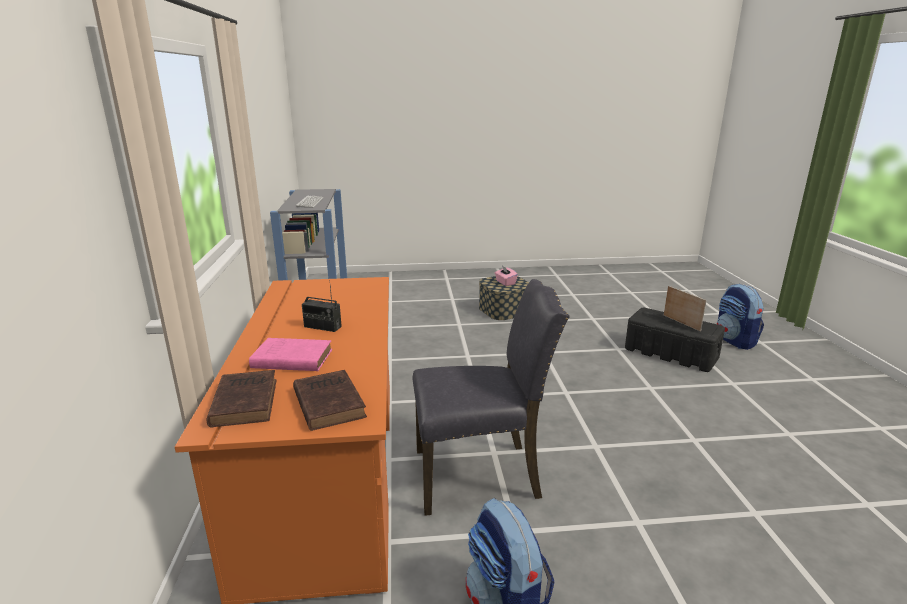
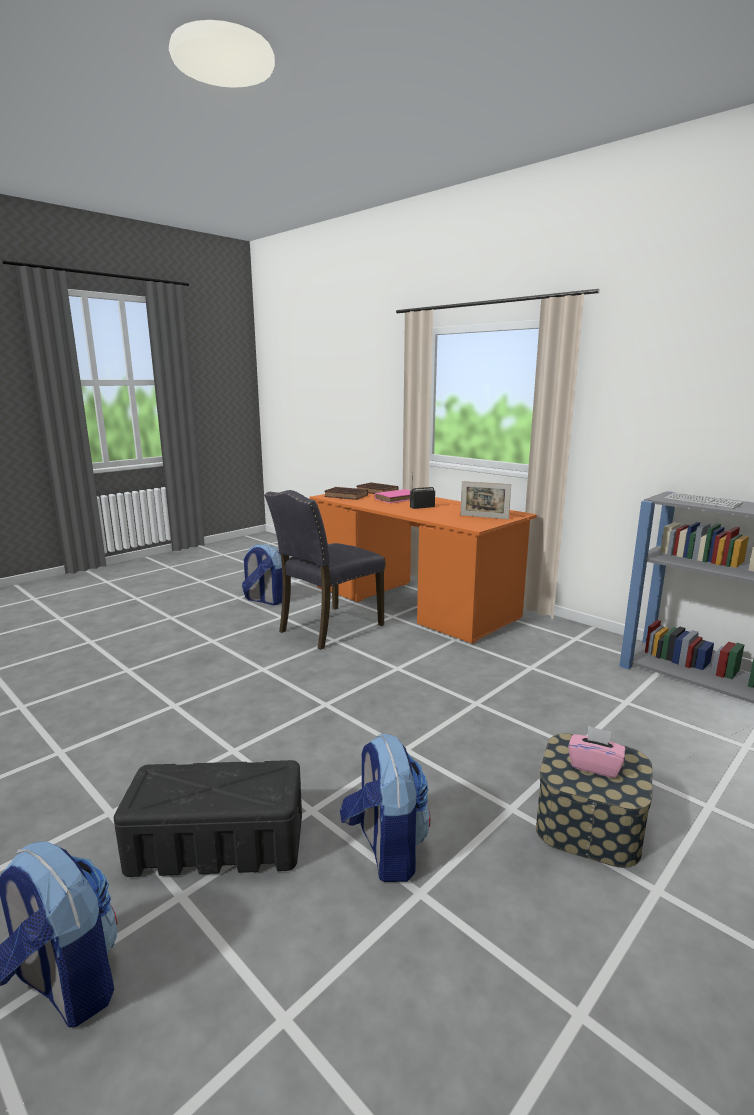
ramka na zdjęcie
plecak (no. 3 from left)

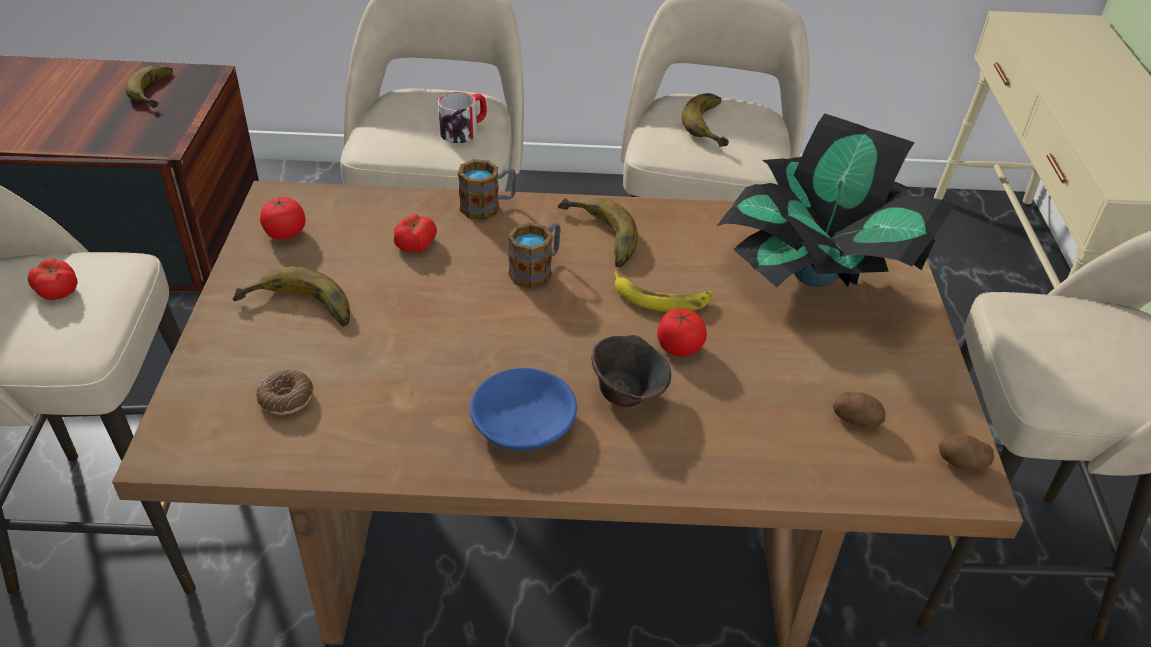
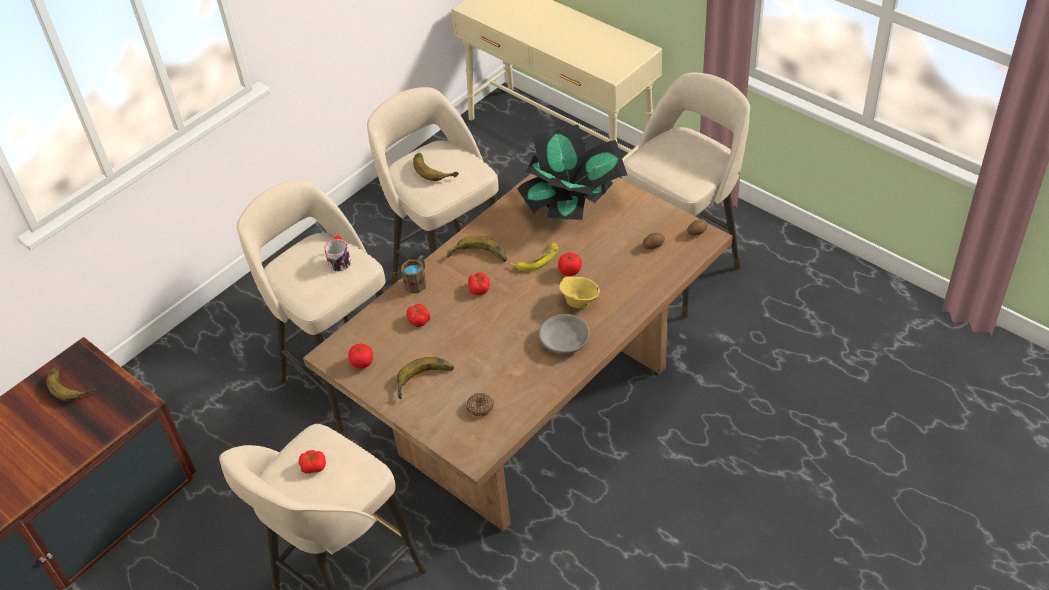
miska [szary]
pomidor (no. 4 from left)
miska [żółty]

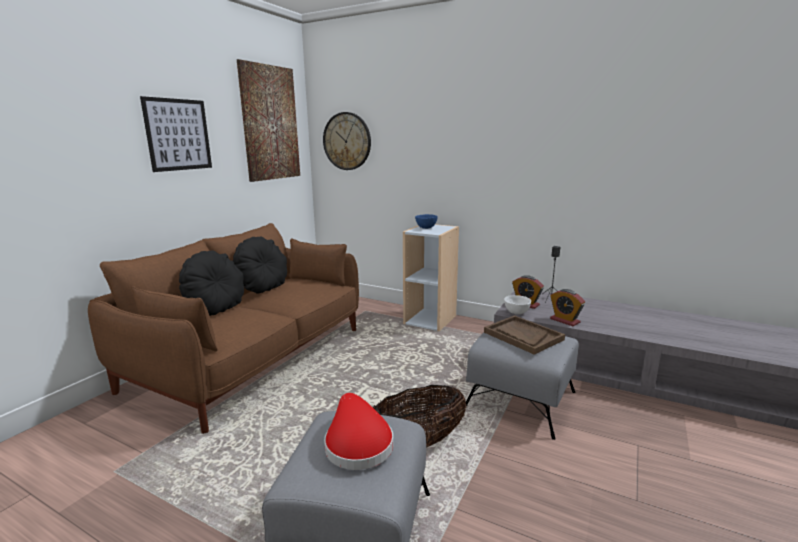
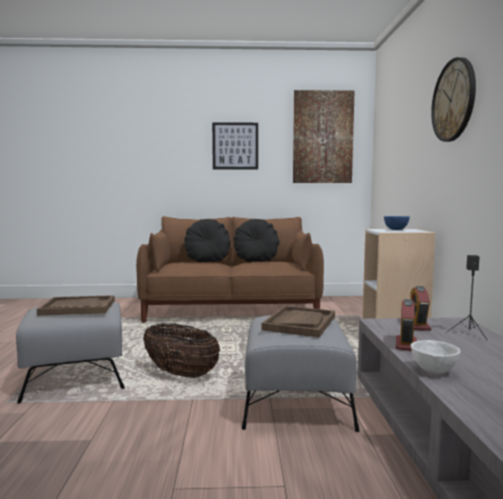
zegar ścienny
taca [brązowy] (no. 1 from left)
miska [biały]

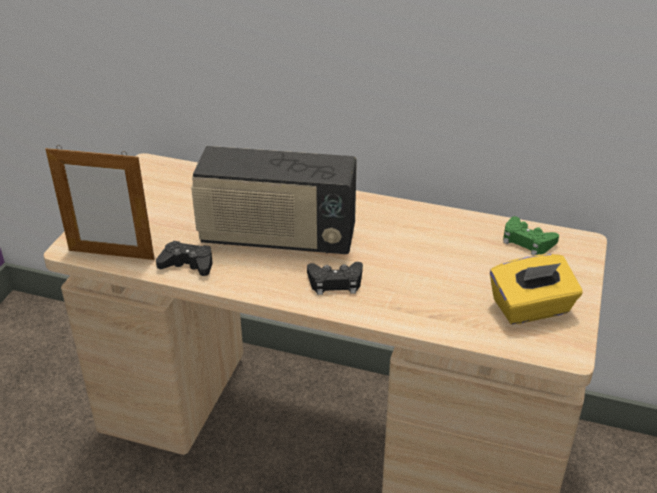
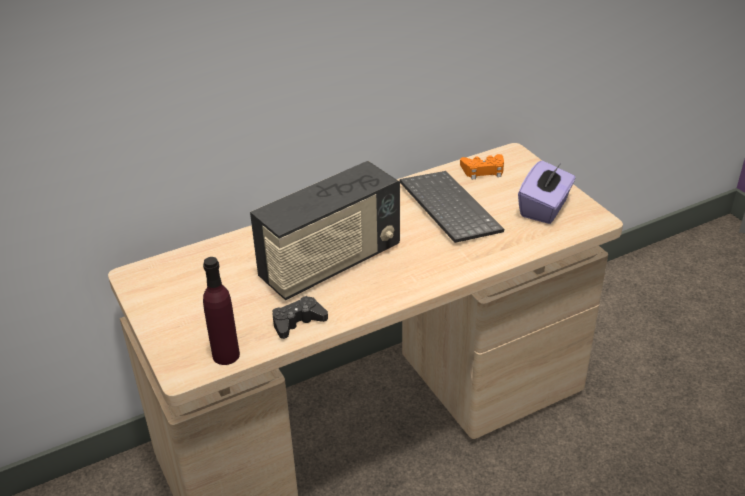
butelka [fioletowy]
pad do gier [czarny] (no. 2 from left in the first image)
pudełko chusteczek [fioletowy]
pad do gier [pomarańczowy]
klawiatura

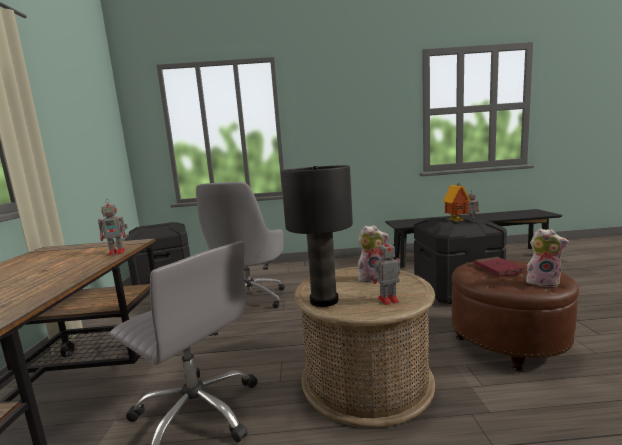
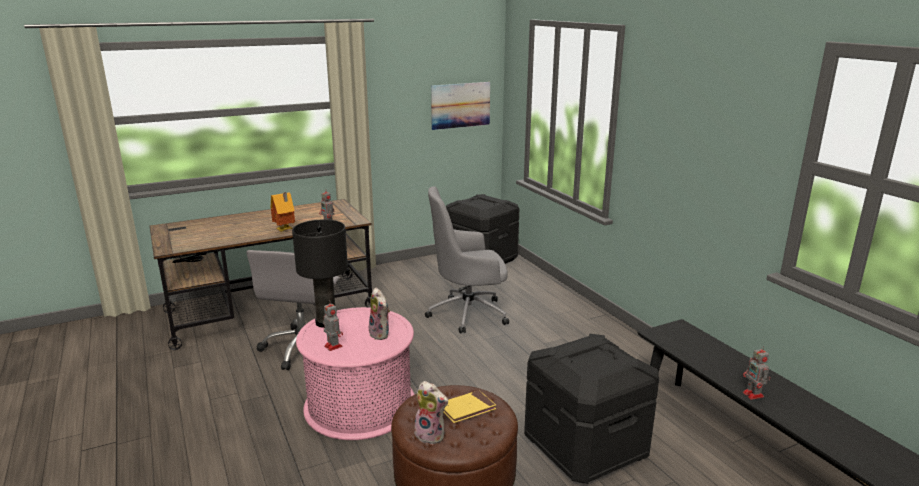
ława [różowy]
domek
książka [żółty]
pluszak (no. 2 from left)
obraz

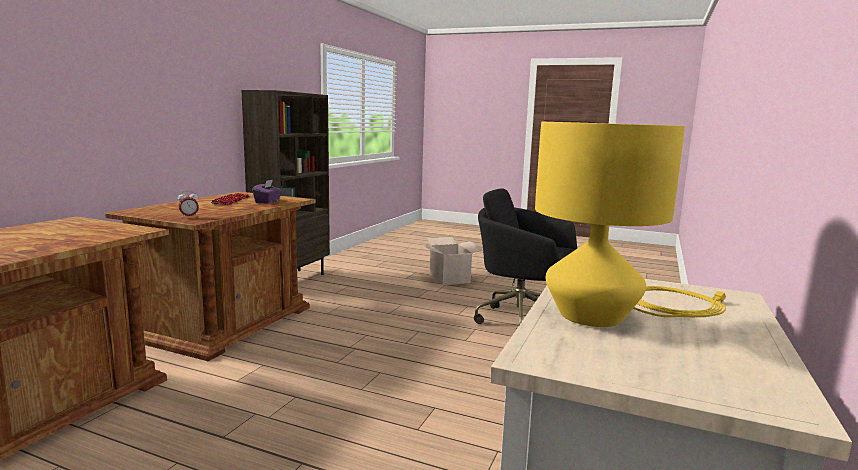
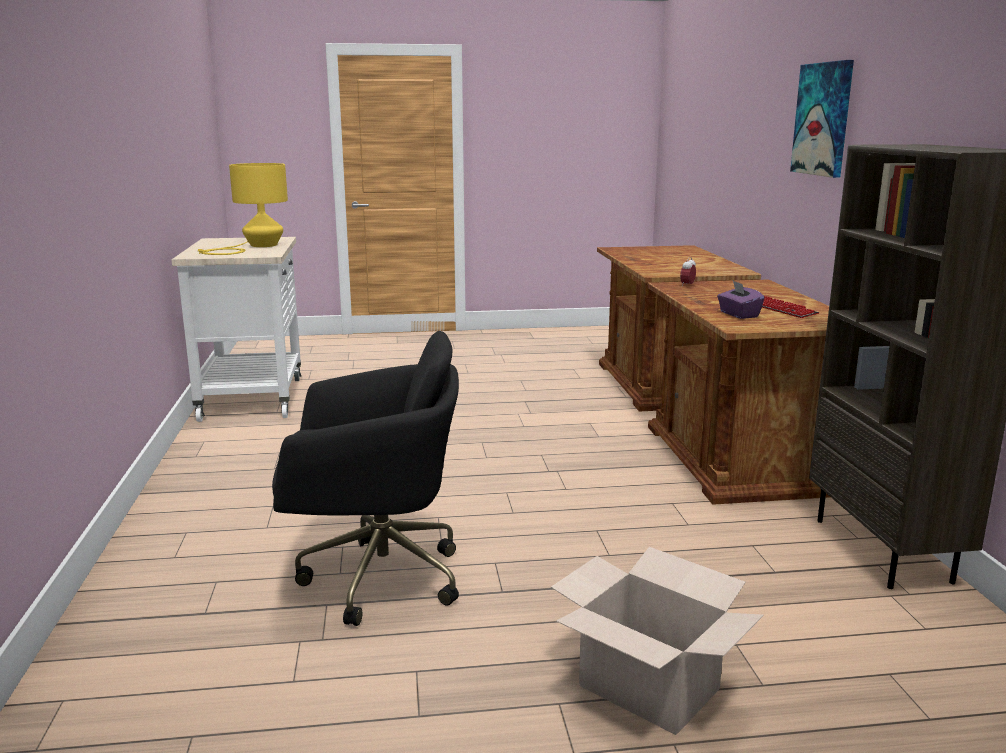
obraz

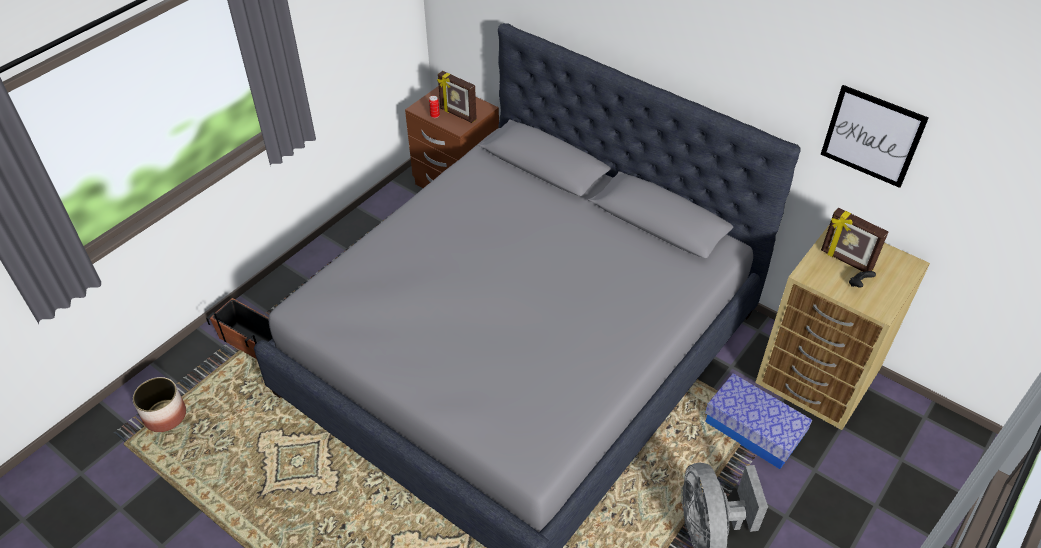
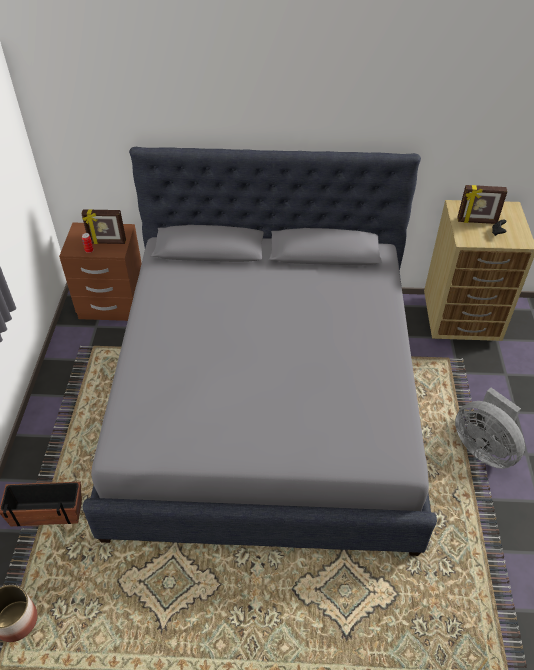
pojemnik do przechowywania
obraz

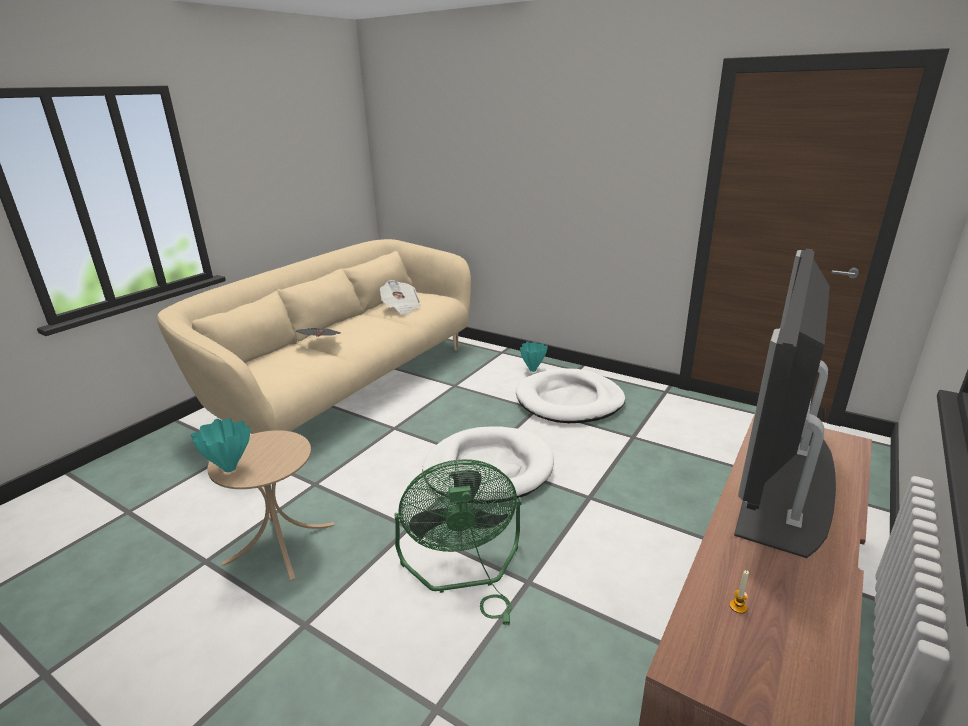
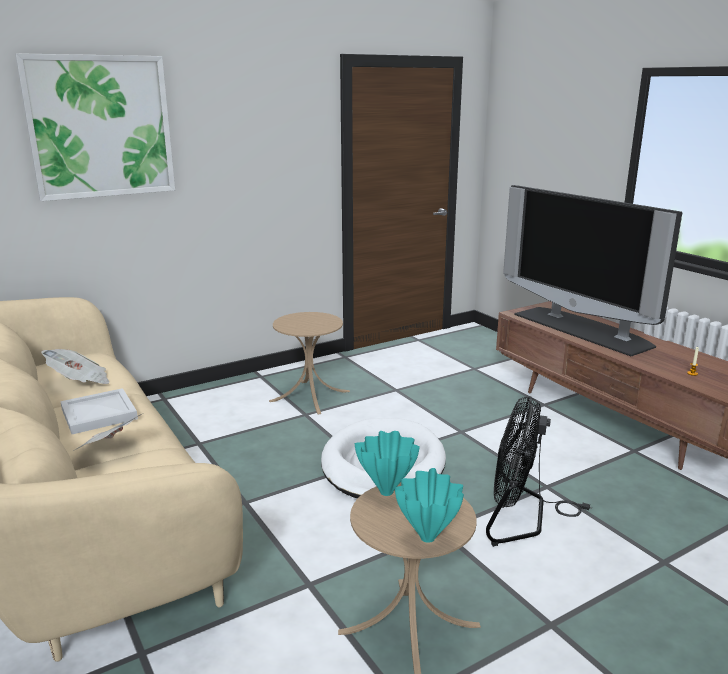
wentylator [czarny]
stolik [beżowy] (no. 1 from left)
wazon [turkusowy] (no. 1 from left)
obraz
taca [biały]

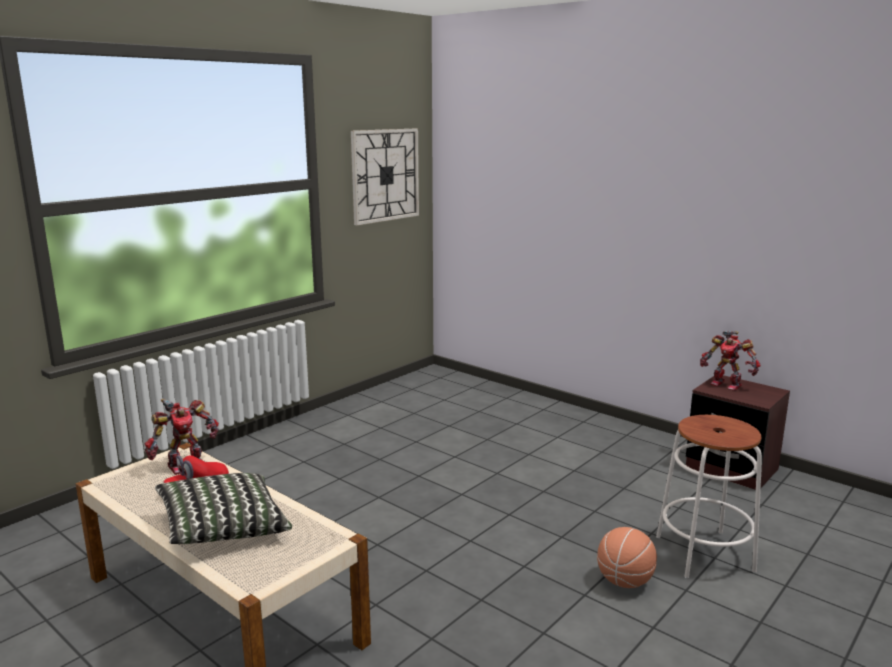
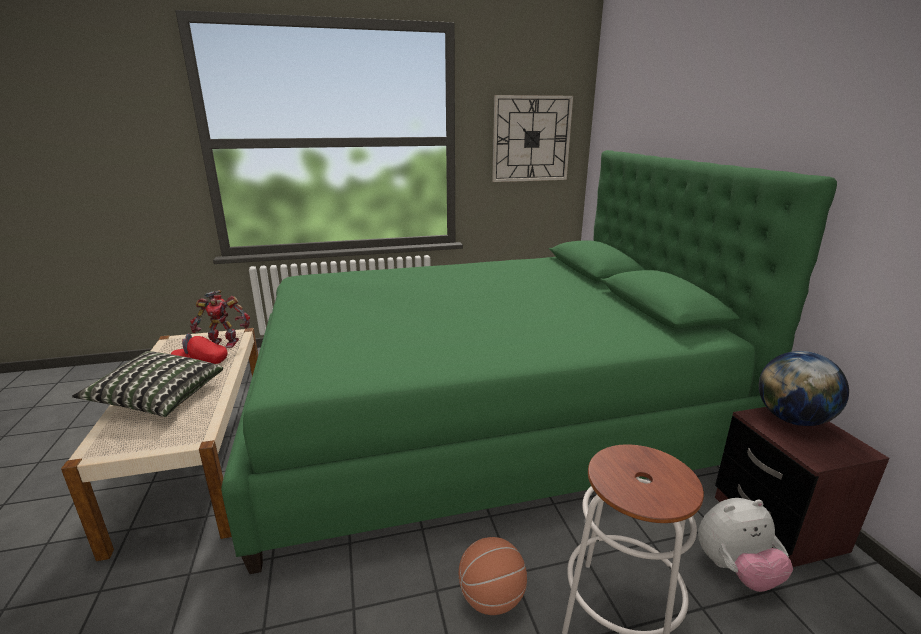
globus
łóżko [zielony]
pluszak

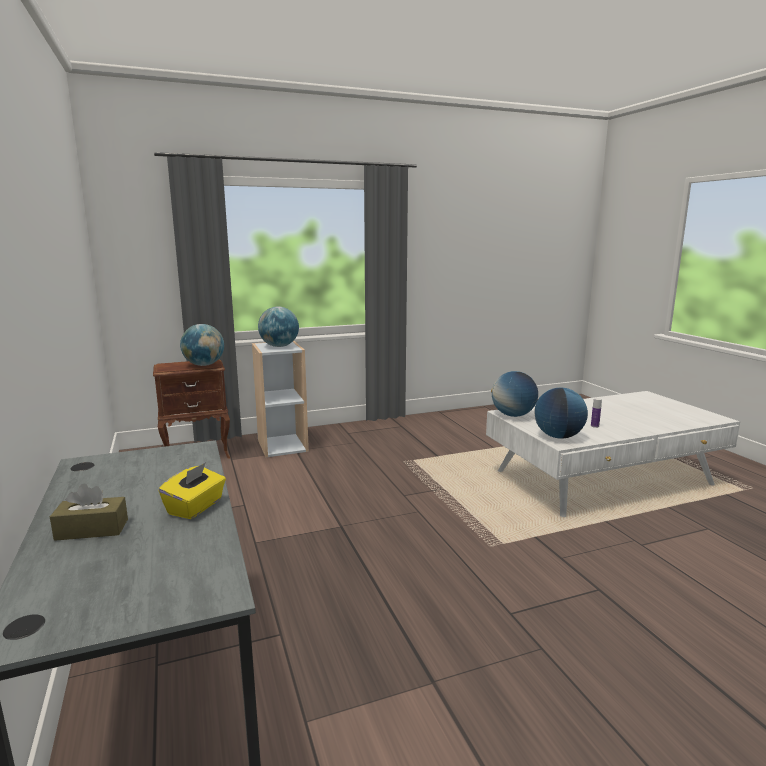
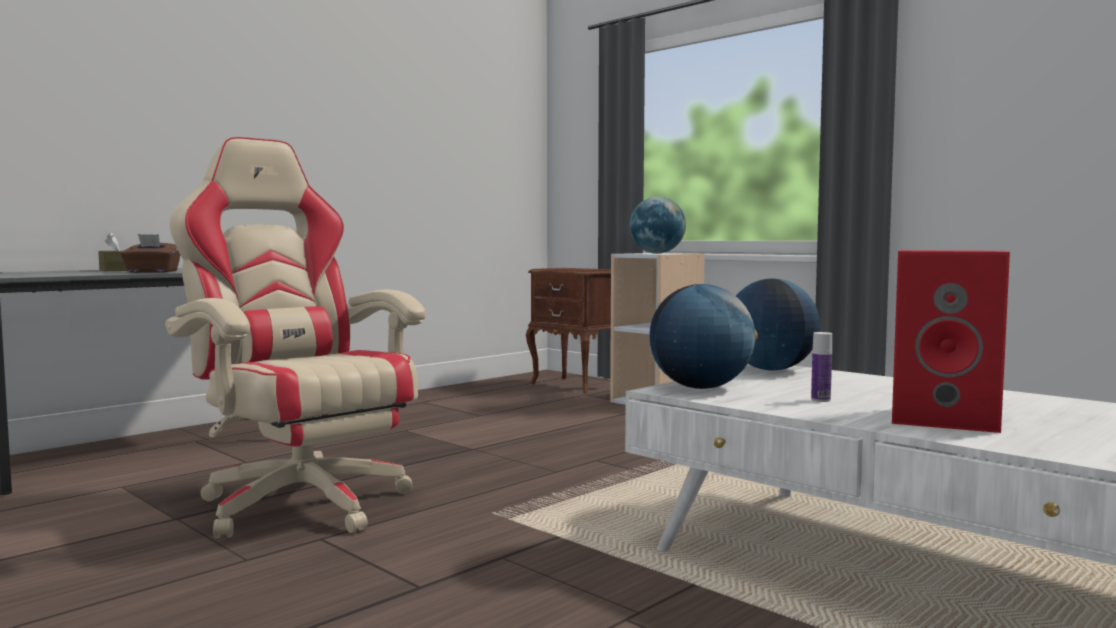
pudełko chusteczek [brązowy] (no. 2 from left)
globus (no. 1 from left in the first image)
krzesło biurowe [beżowy]
głośnik [czerwony]

